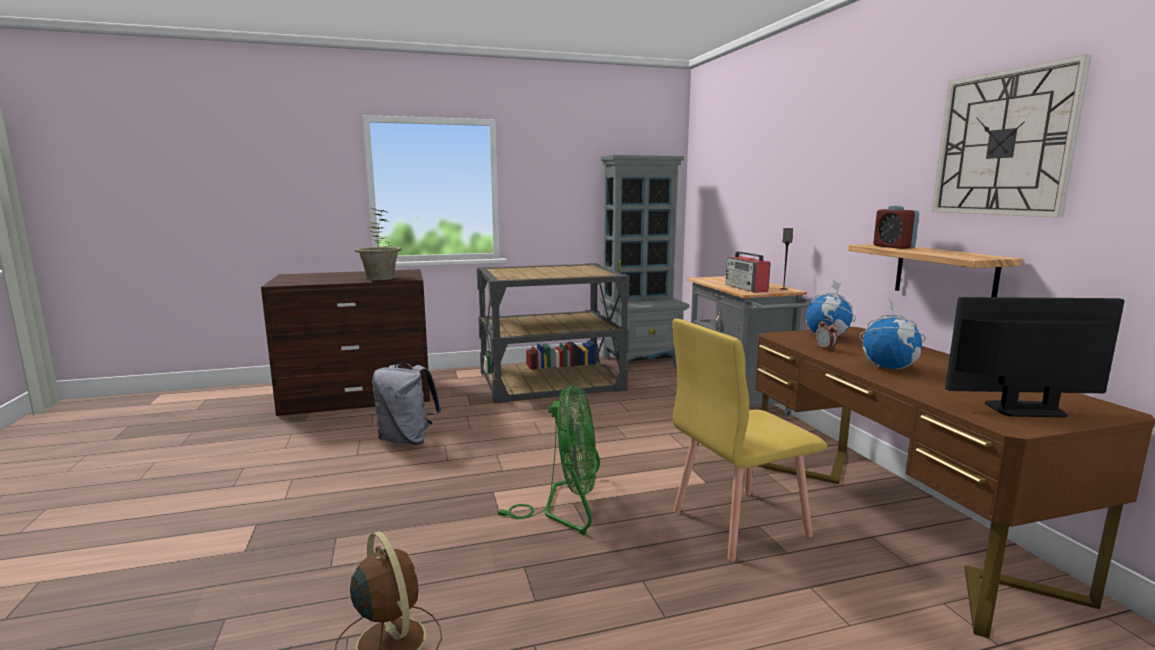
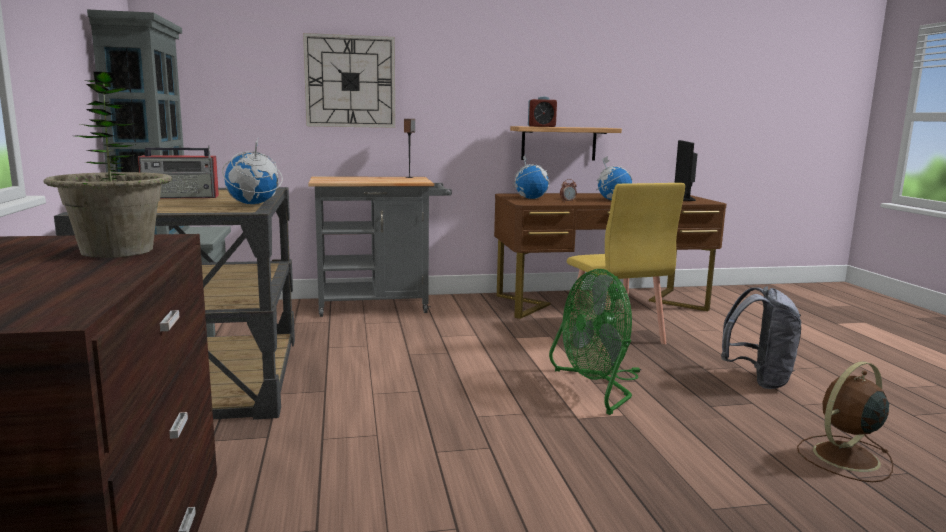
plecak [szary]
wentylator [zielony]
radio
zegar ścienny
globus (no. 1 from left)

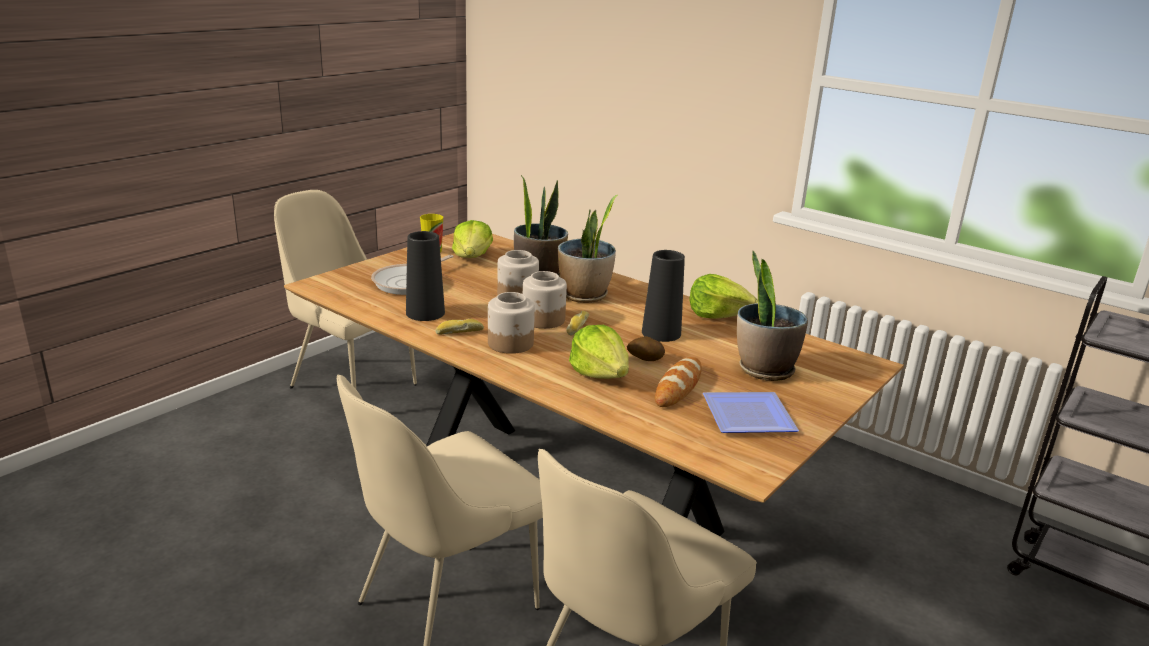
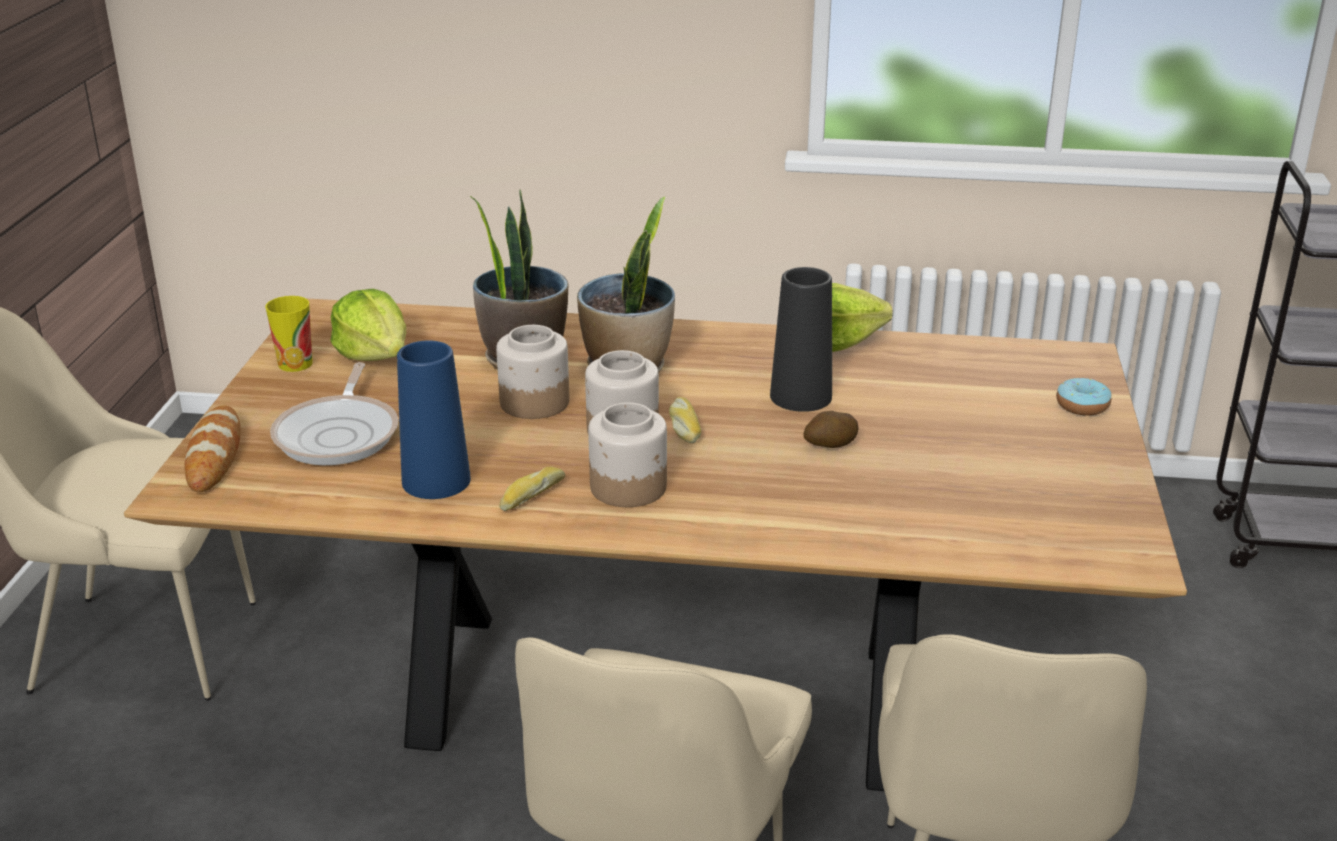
wazon [niebieski]
sałata (no. 2 from left in the first image)
chleb (no. 1 from left)
talerz
roślina doniczkowa (no. 3 from left in the first image)
donut

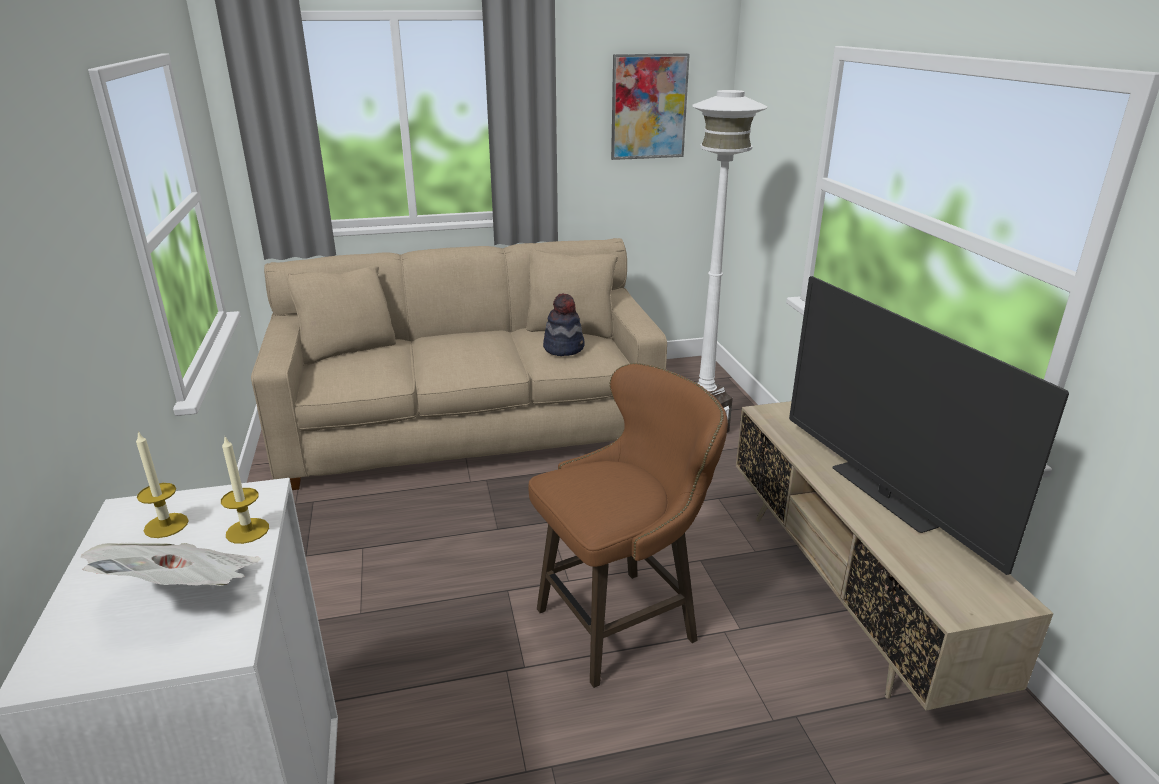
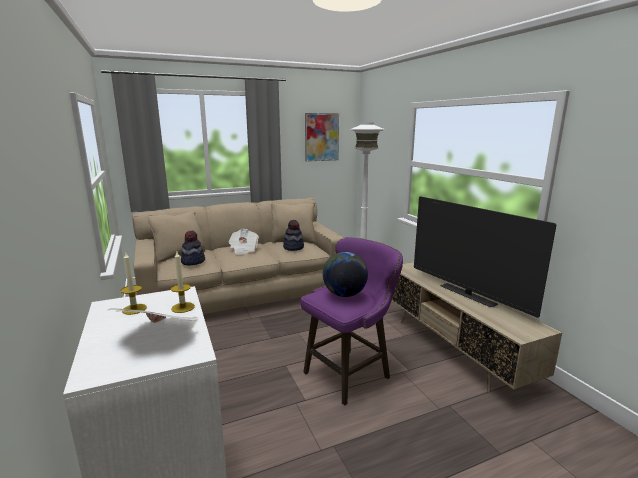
stołek [fioletowy]
kapelusz (no. 1 from left)
gazeta (no. 2 from left)
globus

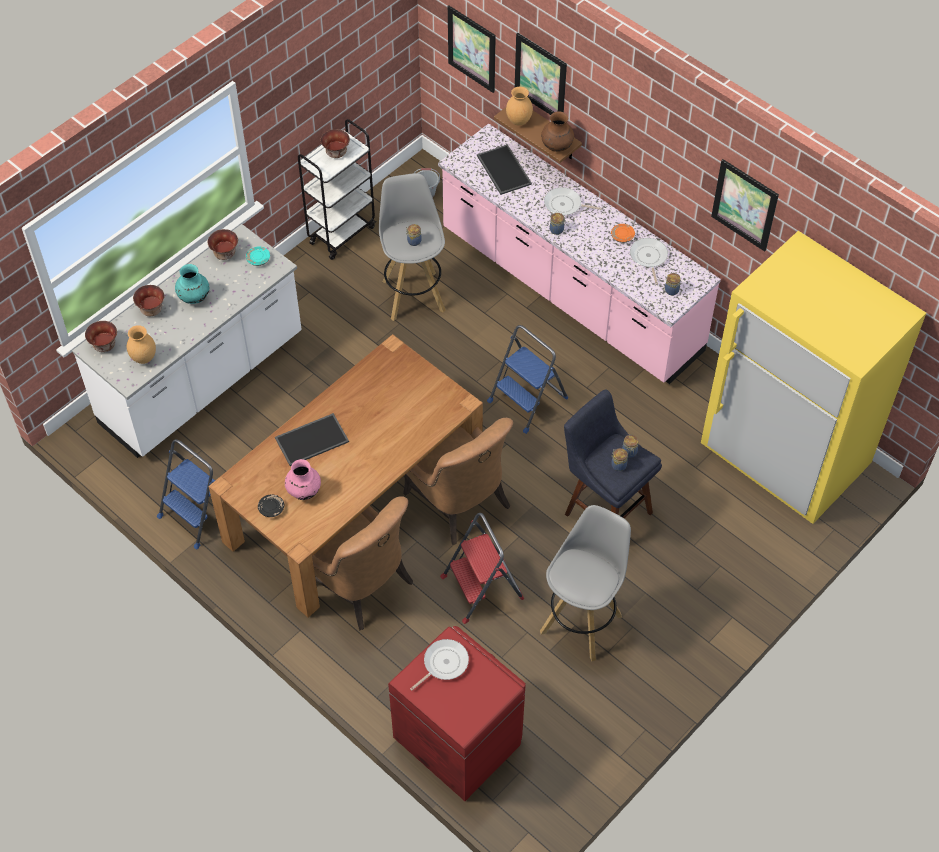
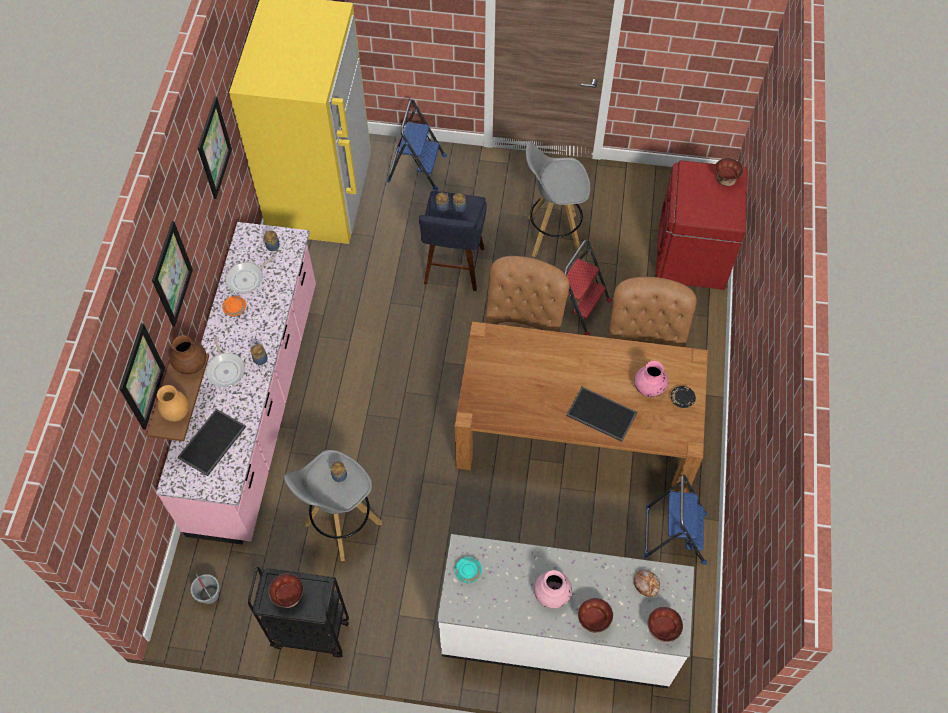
chleb
wazon [różowy] (no. 1 from left)
miska (no. 4 from left)
wózek [czarny]
patelnia (no. 1 from left in the first image)
obraz (no. 2 from left)
drabinka [niebieski] (no. 1 from left)

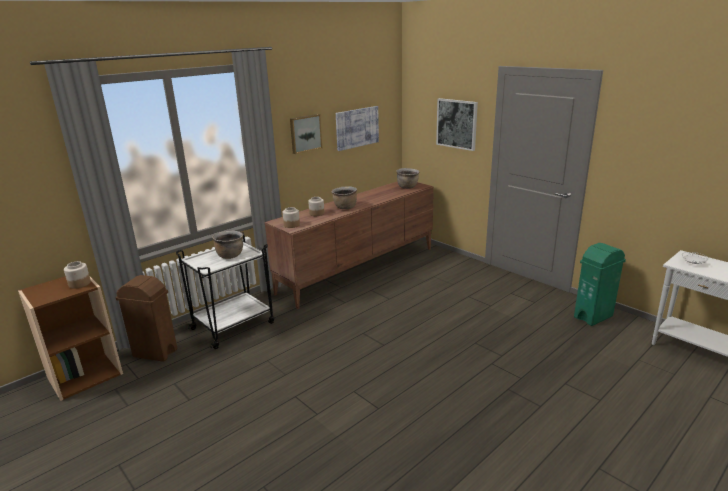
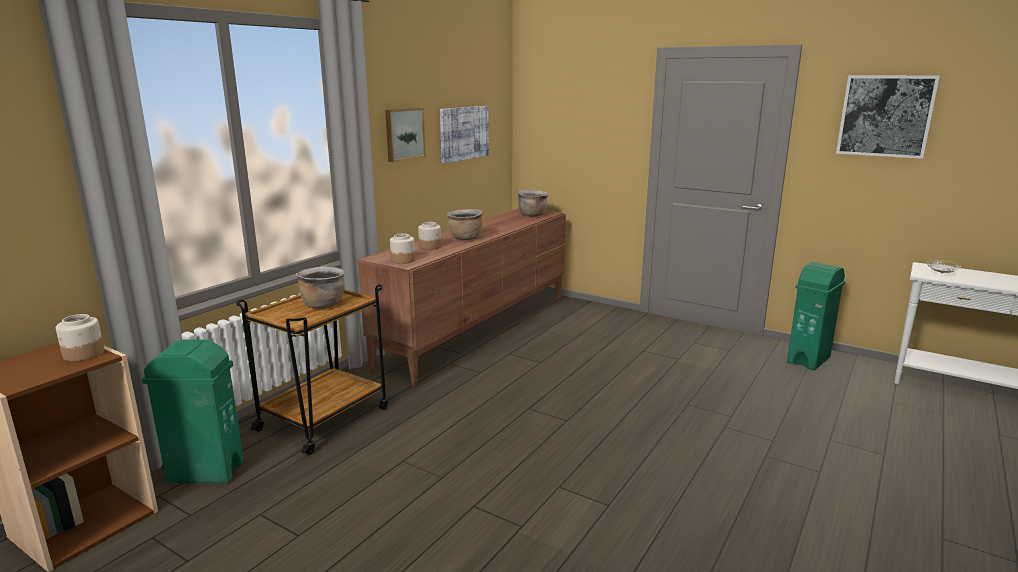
kosz na śmieci [zielony] (no. 1 from left)
wózek [brązowy]
obraz (no. 3 from left)

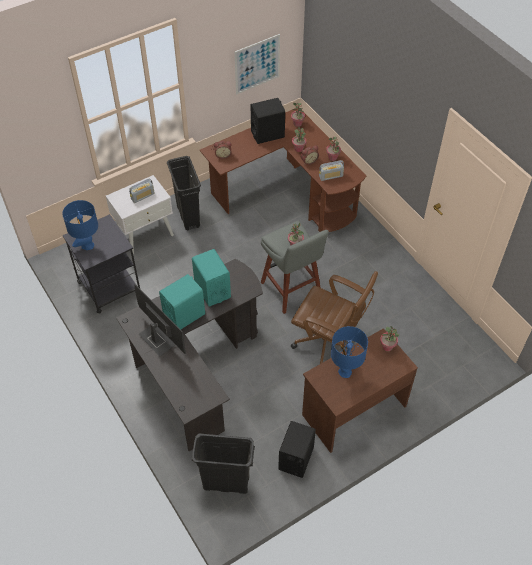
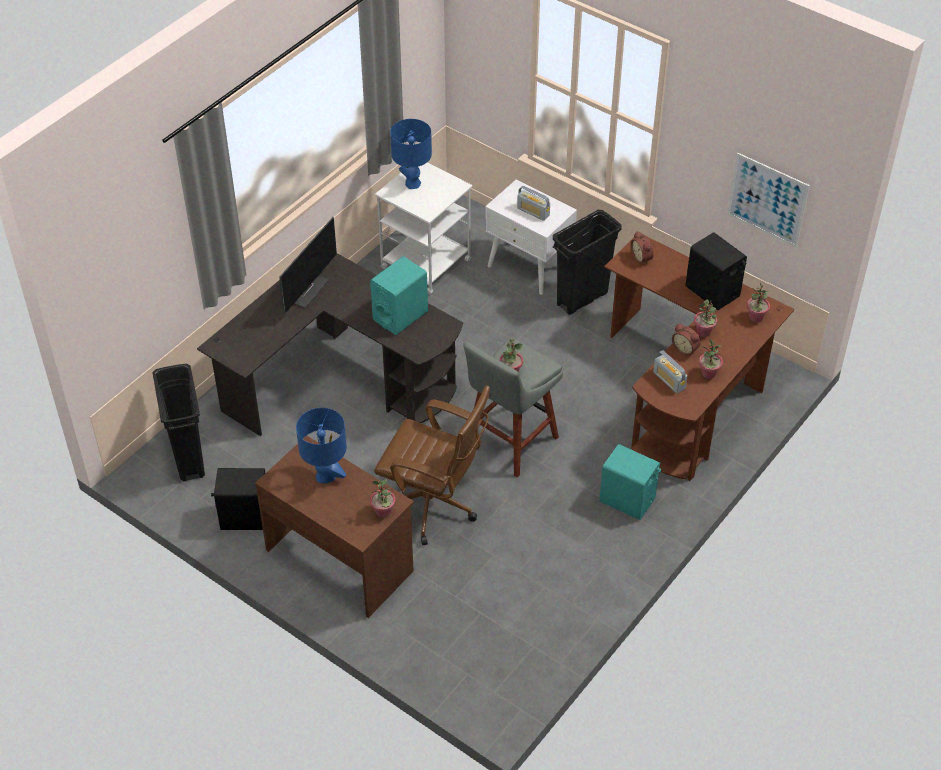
wózek [biały]
głośnik [turkusowy] (no. 2 from left)
krzesło biurowe [brązowy]

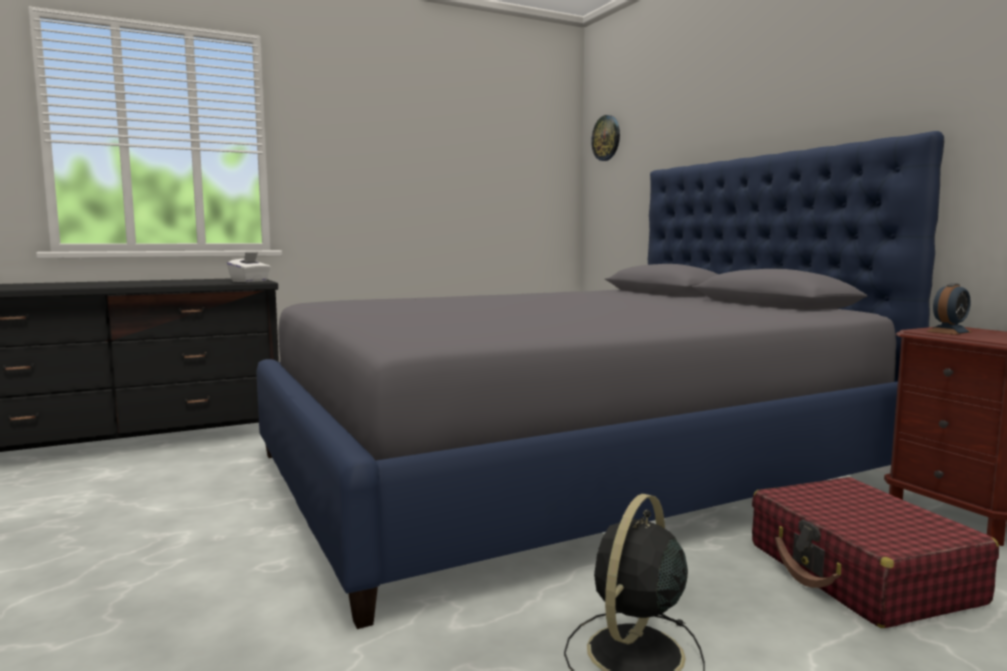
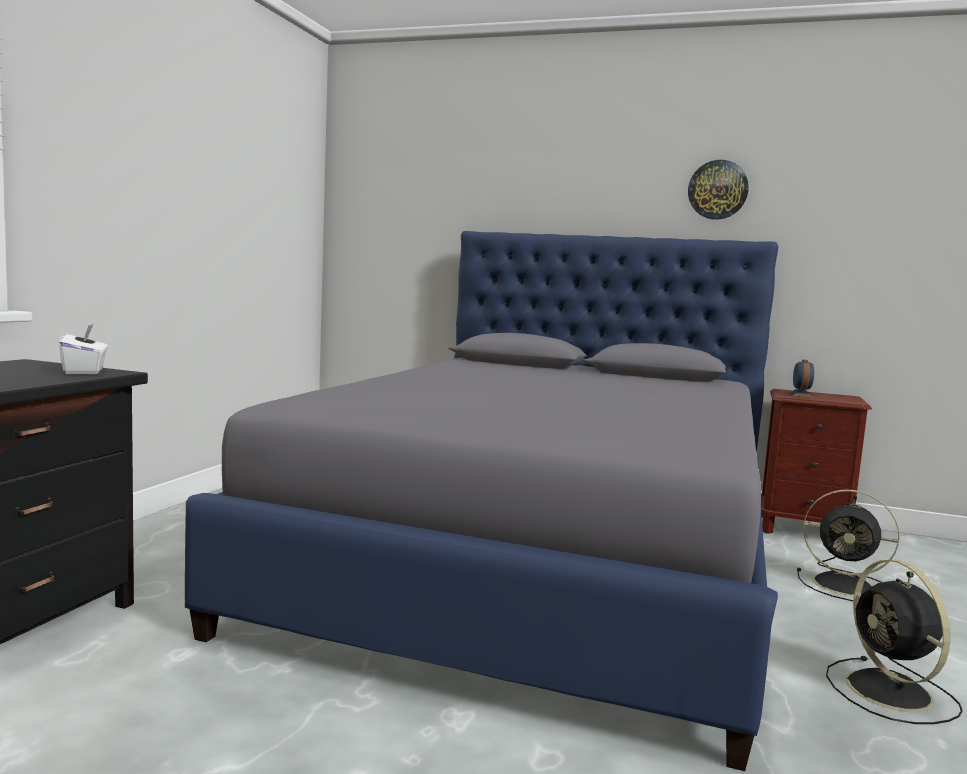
zegar ścienny
wentylator [czarny] (no. 1 from left)

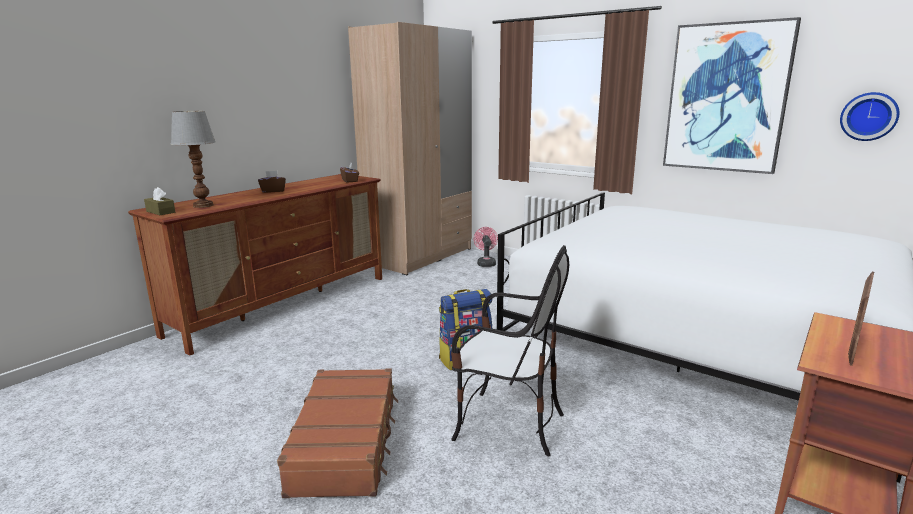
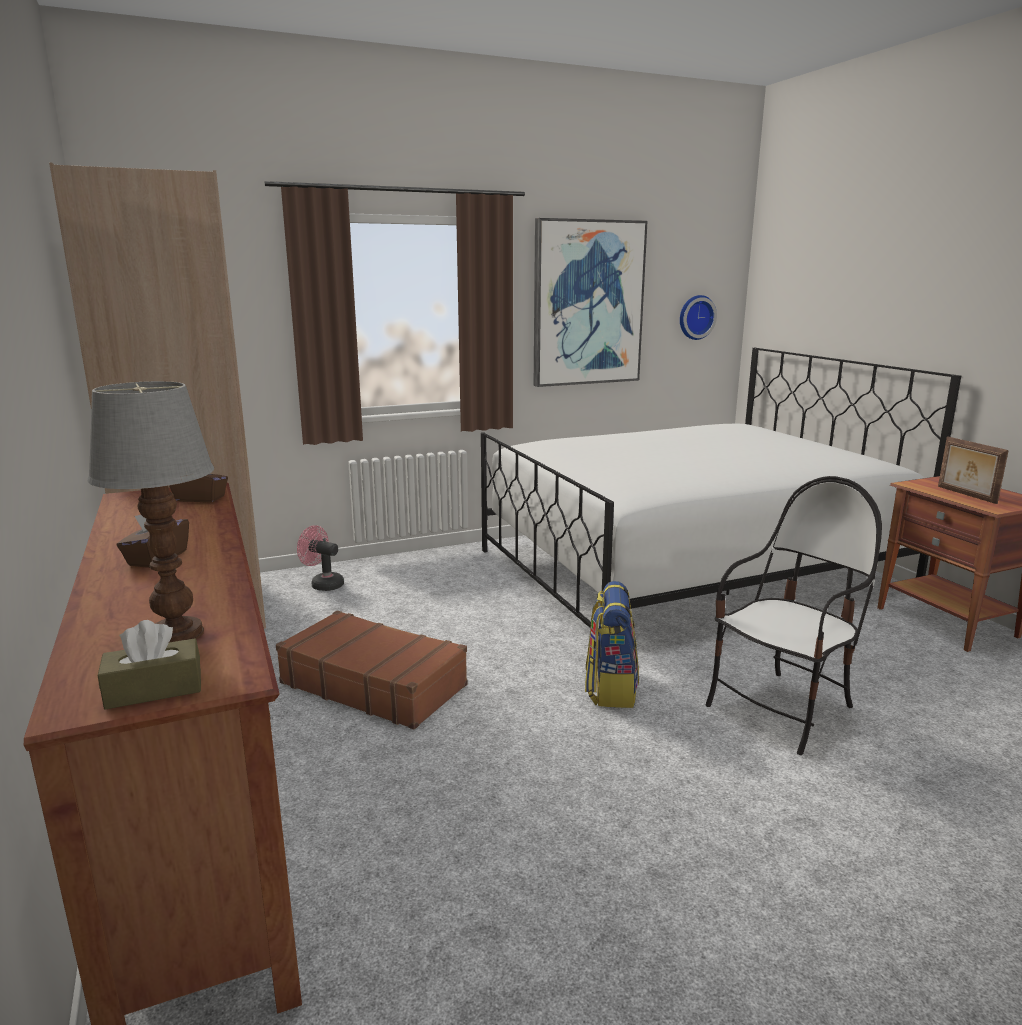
walizka [brązowy]

